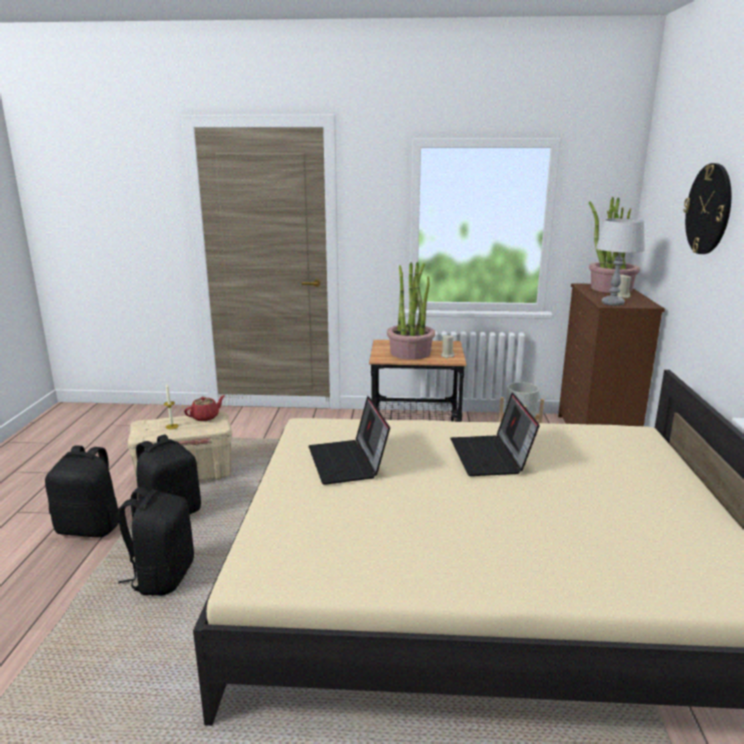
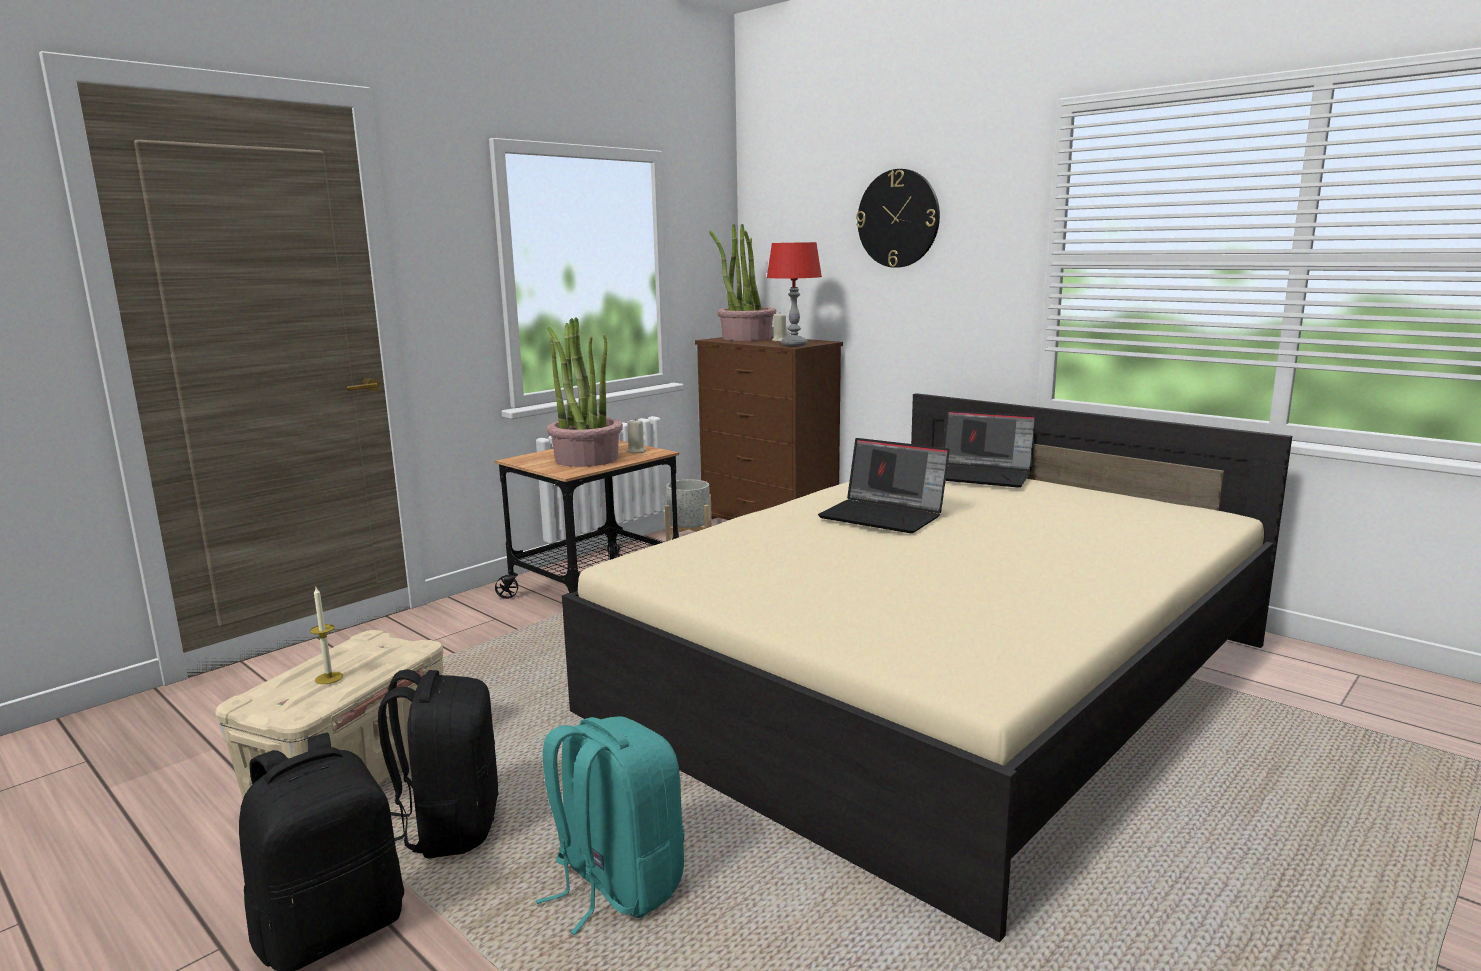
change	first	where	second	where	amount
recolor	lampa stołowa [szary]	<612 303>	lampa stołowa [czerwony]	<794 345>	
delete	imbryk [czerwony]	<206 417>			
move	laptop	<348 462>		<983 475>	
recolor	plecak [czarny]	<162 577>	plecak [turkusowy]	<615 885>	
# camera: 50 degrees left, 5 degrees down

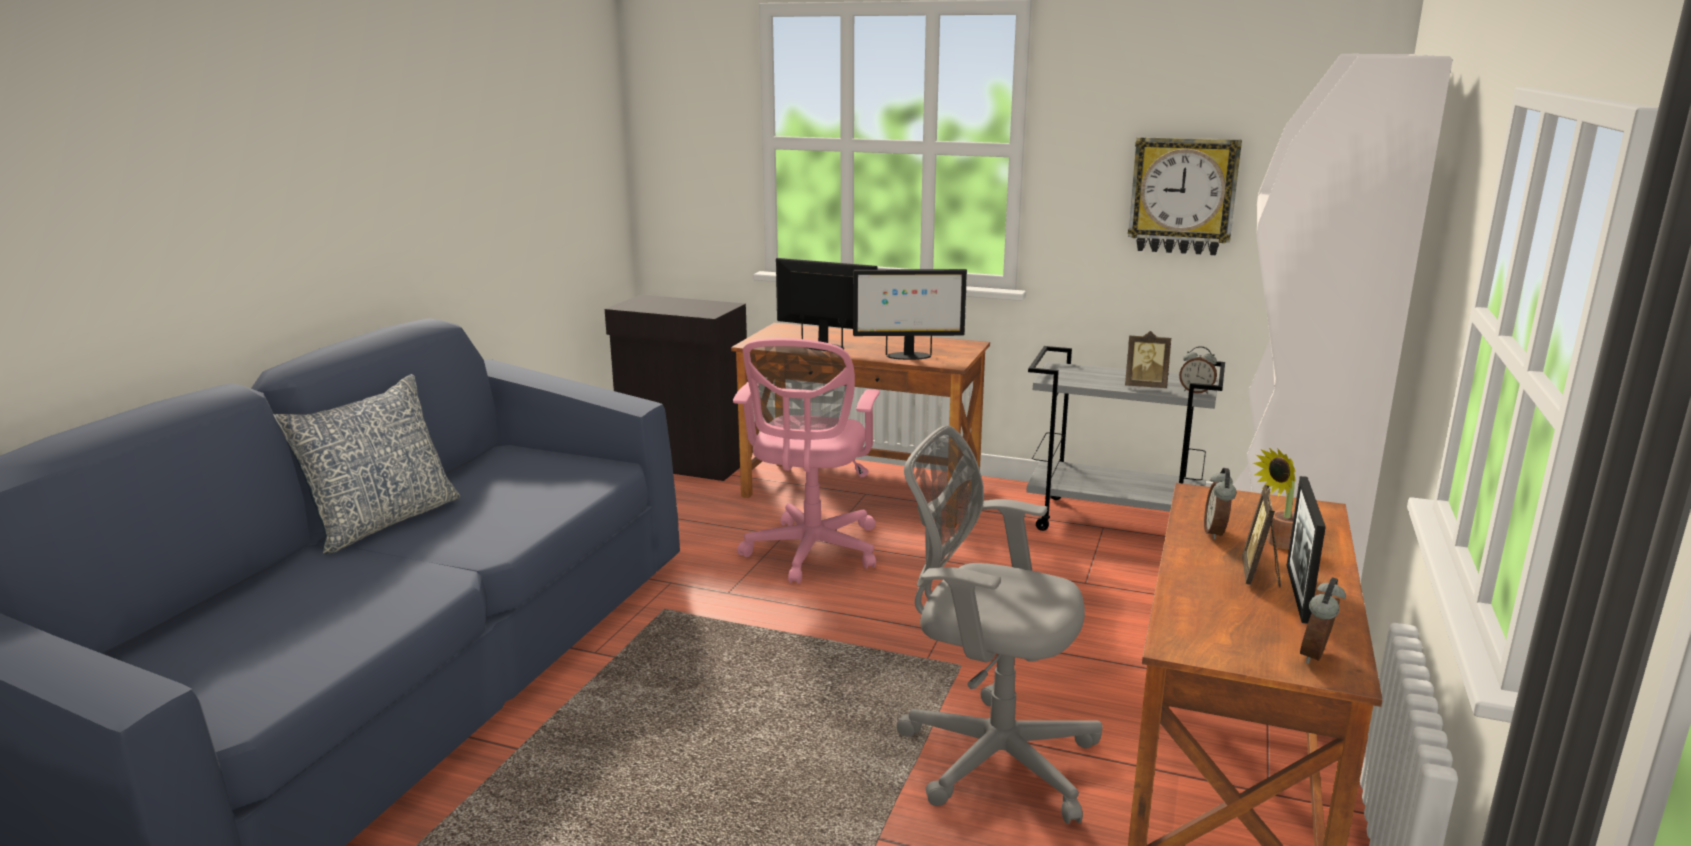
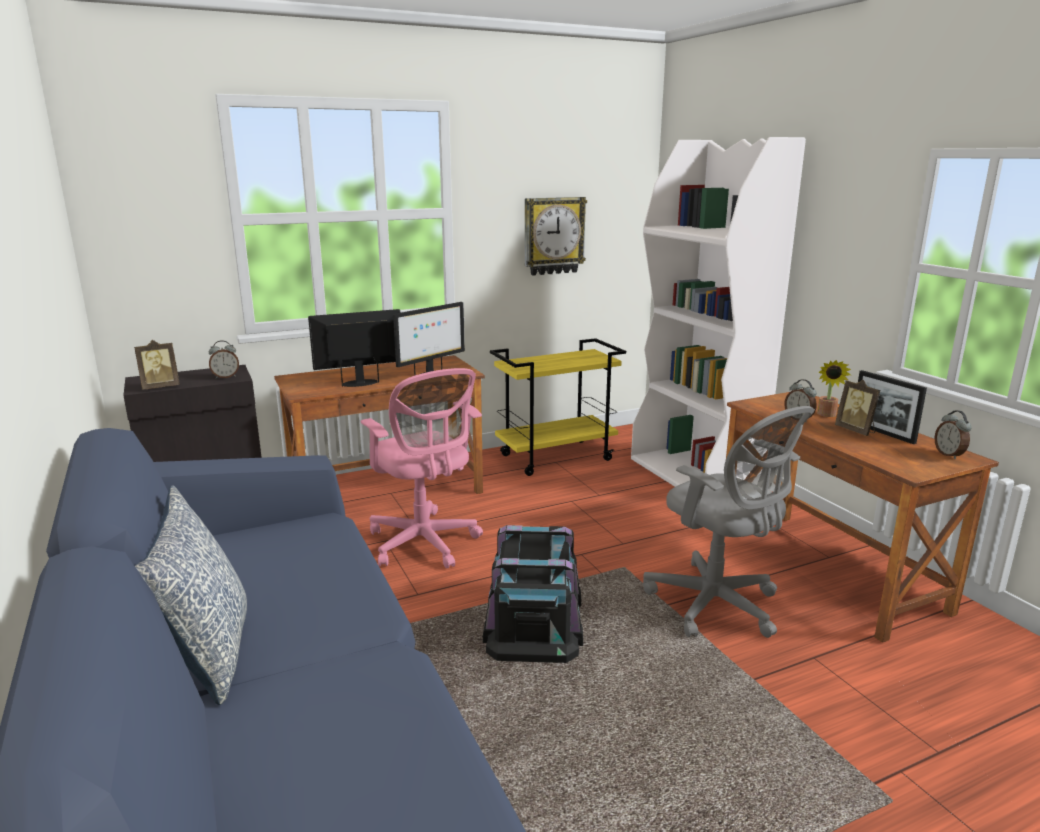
change	first	where	second	where	amount
move	ramka na zdjęcie	<1145 386>		<160 387>	
recolor	wózek [szary]	<1115 522>	wózek [żółty]	<556 457>	
move	budzik	<1196 391>		<225 377>	
rotate	krzesło biurowe [szary]	<990 755>		<717 605>	105 degrees counterclockwise
insert			pojemnik do przechowywania [czarny]	<534 620>	
# camera: 45 degrees left, 0 degrees up

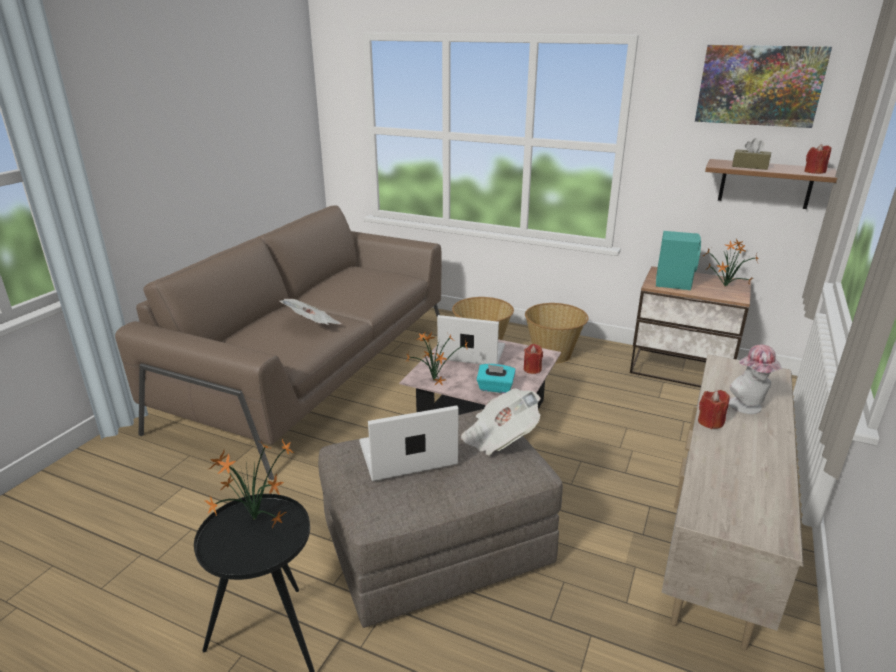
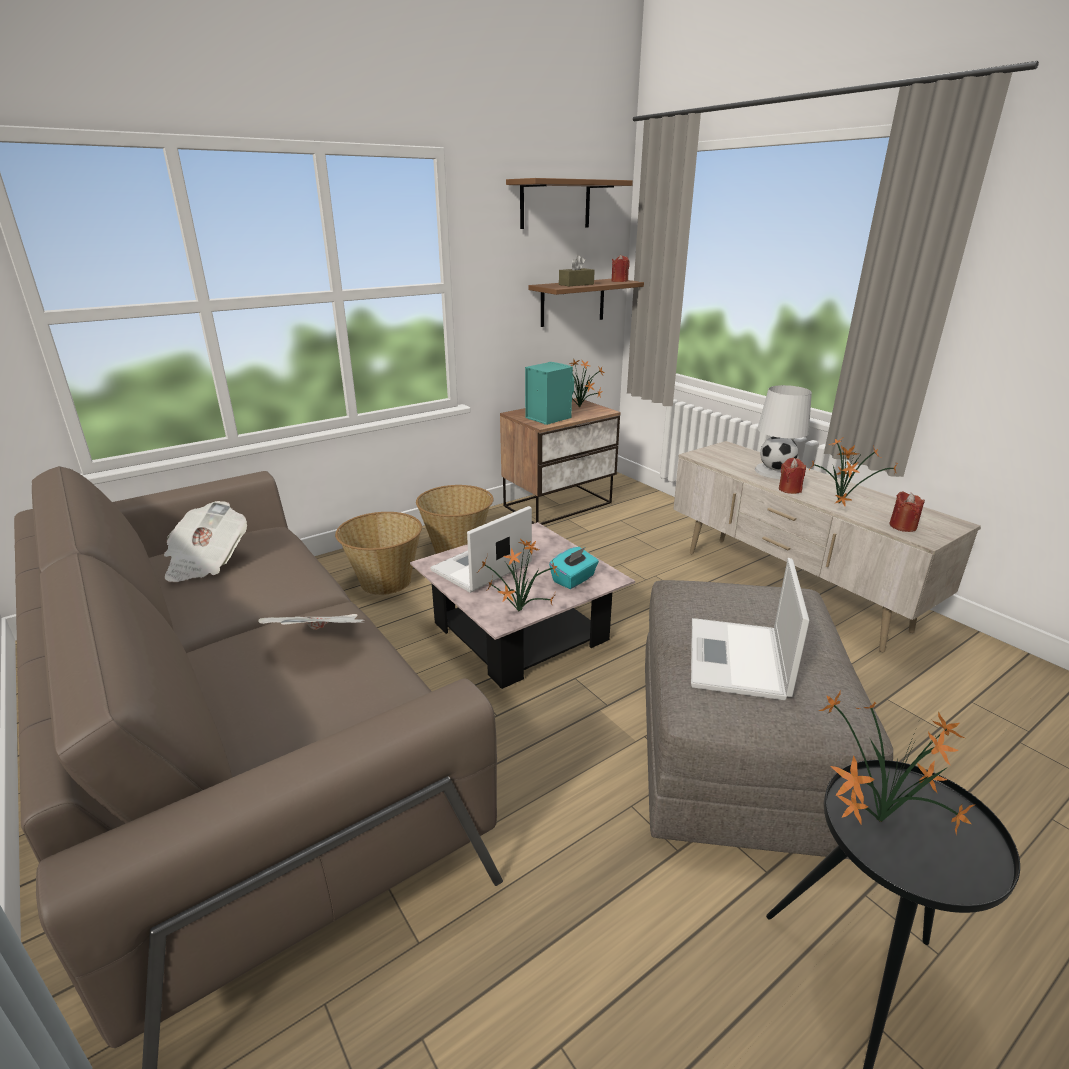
change	first	where	second	where	amount
replace	obraz	<759 85>	półka [brązowy]	<555 204>	
move	świeca [czerwony]	<532 369>		<902 526>	
replace	kapelusz	<748 407>	lampa stołowa [biały]	<775 471>	
move	gazeta	<499 437>		<206 562>	
insert			roślina doniczkowa	<839 503>	
# camera: 60 degrees left, 0 degrees up

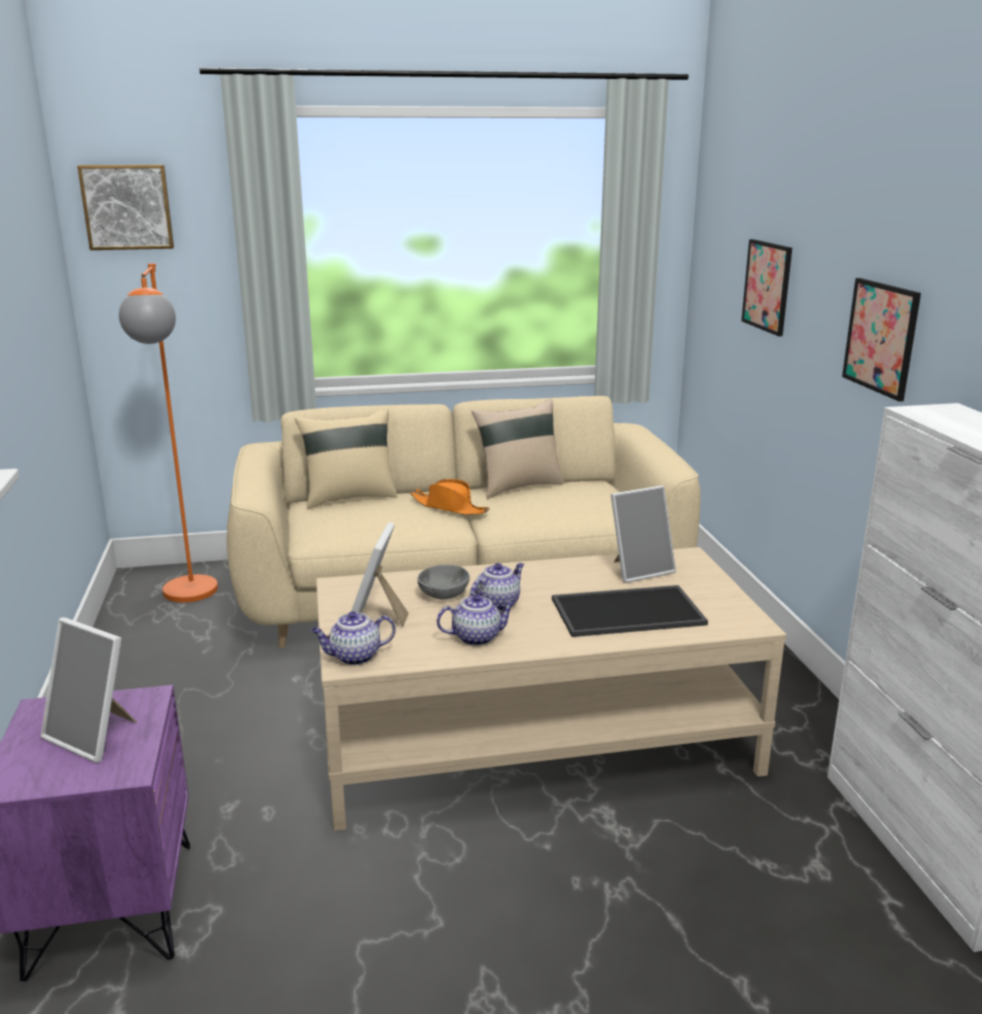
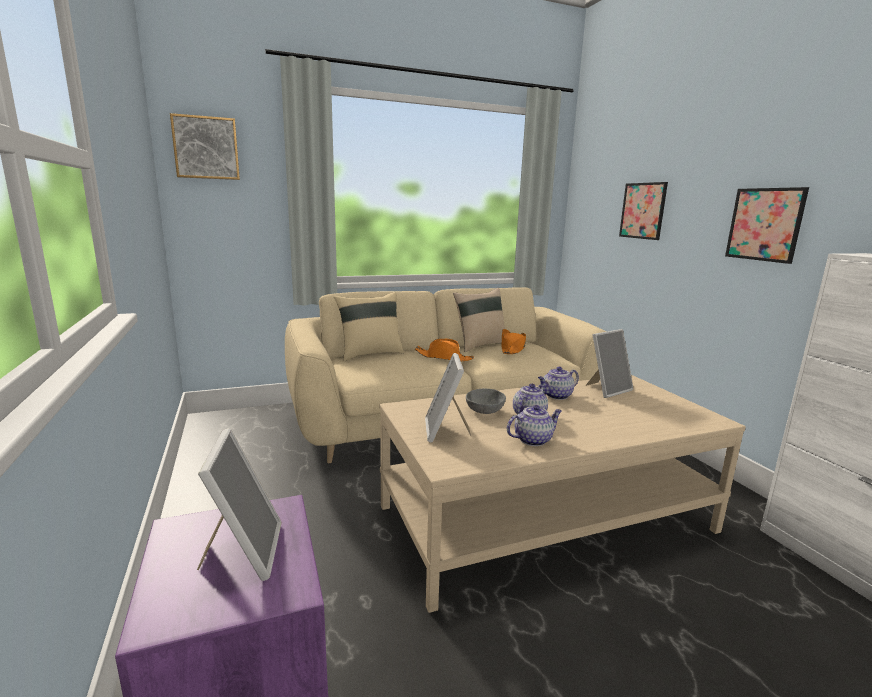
change	first	where	second	where	amount
delete	lampa stojąca [pomarańczowy]	<189 599>			
delete	taca	<628 610>			
move	imbryk	<354 657>		<556 396>	
rotate	ramka na zdjęcie	<95 736>		<243 553>	120 degrees counterclockwise
insert			kapelusz [pomarańczowy]	<512 349>	
# camera: 10 degrees left, 5 degrees down

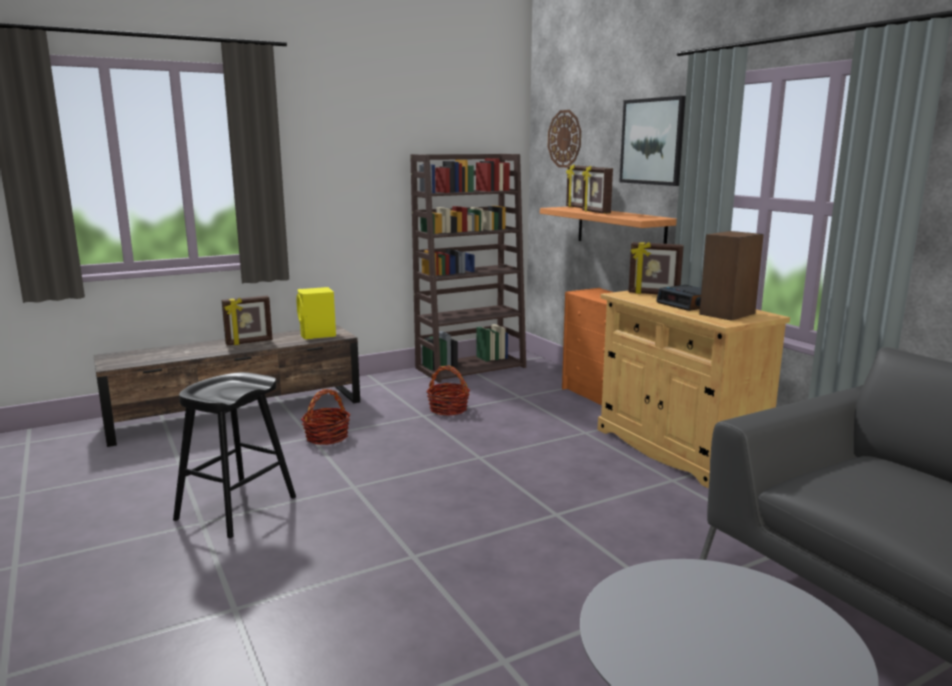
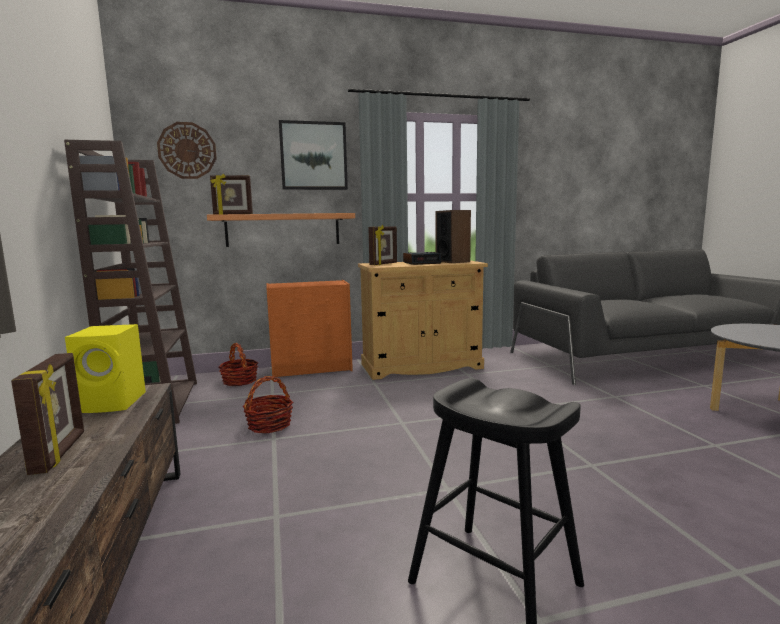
change	first	where	second	where	amount
delete	ramka na zdjęcie	<595 212>			
move	koszyk	<327 437>		<239 381>	
# camera: 75 degrees left, 5 degrees down

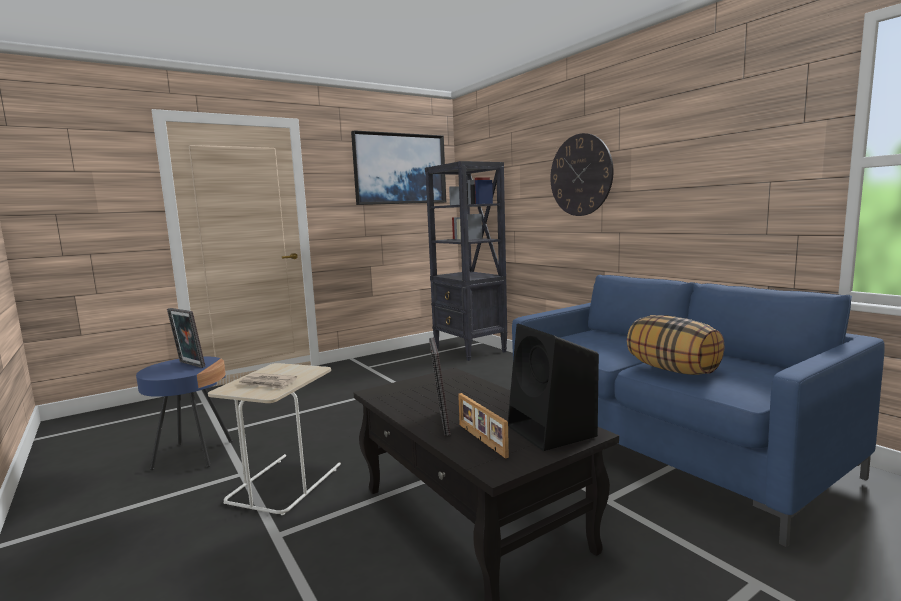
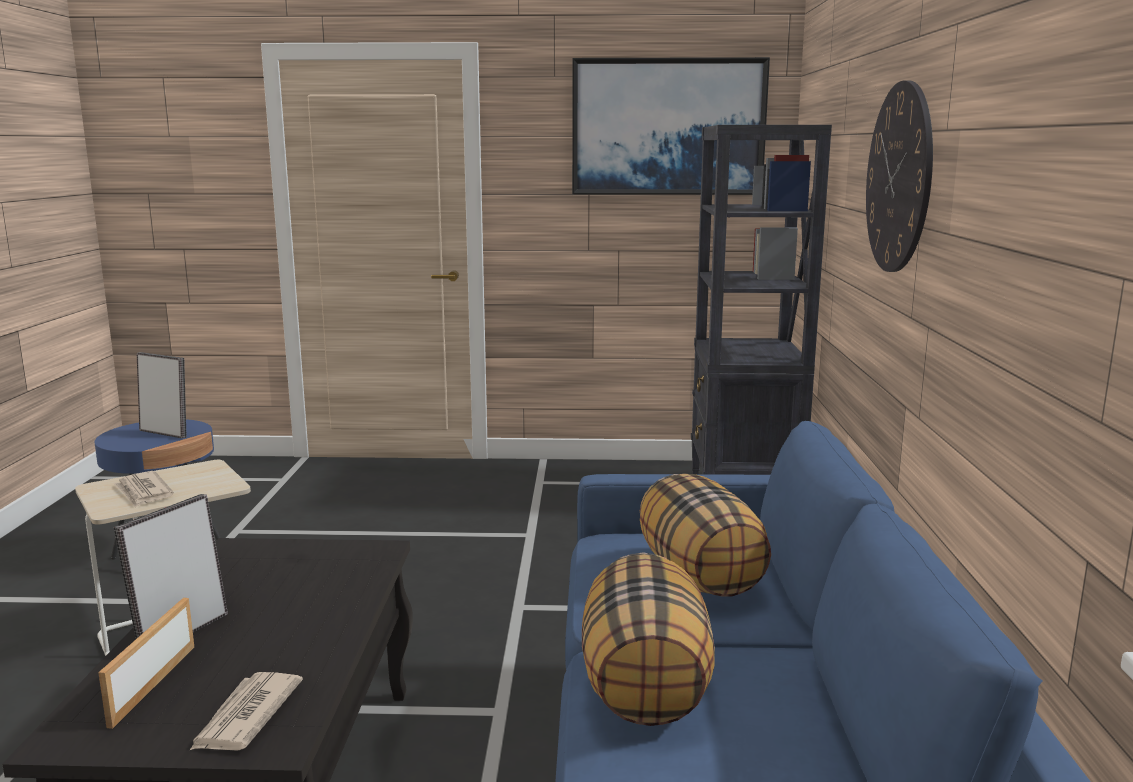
change	first	where	second	where	amount
rotate	ramka na zdjęcie	<189 365>		<166 433>	135 degrees clockwise
replace	głośnik [czarny]	<553 432>	gazeta	<246 716>	
insert			poduszka	<701 576>	
# camera: 35 degrees right, 5 degrees up

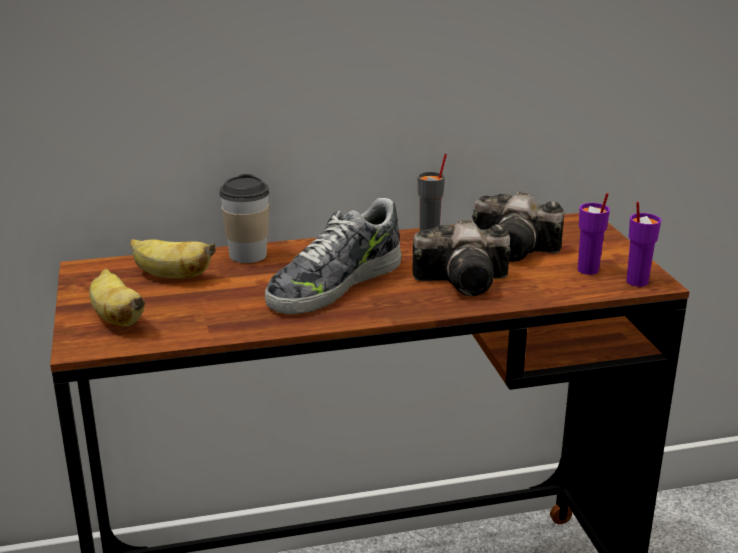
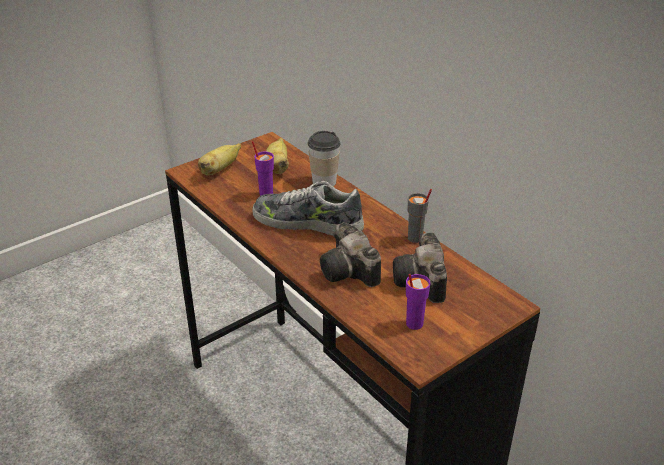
change	first	where	second	where	amount
move	filiżanka [fioletowy]	<636 282>		<266 193>	
# camera: 65 degrees right, 10 degrees up

